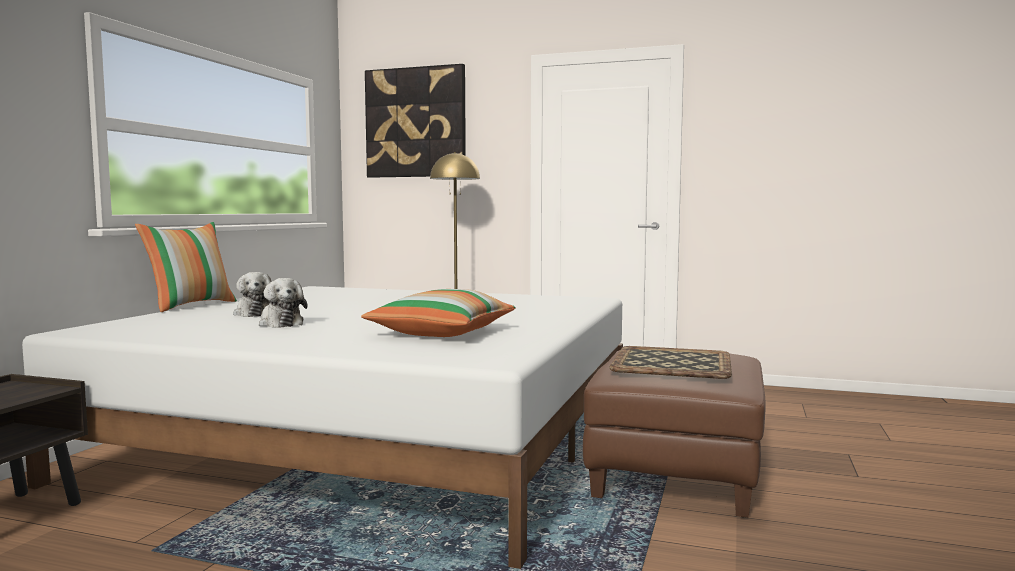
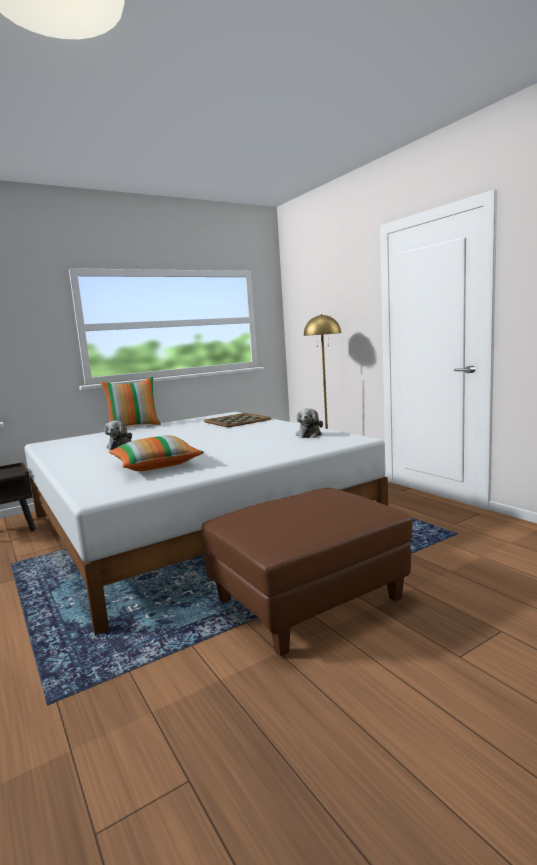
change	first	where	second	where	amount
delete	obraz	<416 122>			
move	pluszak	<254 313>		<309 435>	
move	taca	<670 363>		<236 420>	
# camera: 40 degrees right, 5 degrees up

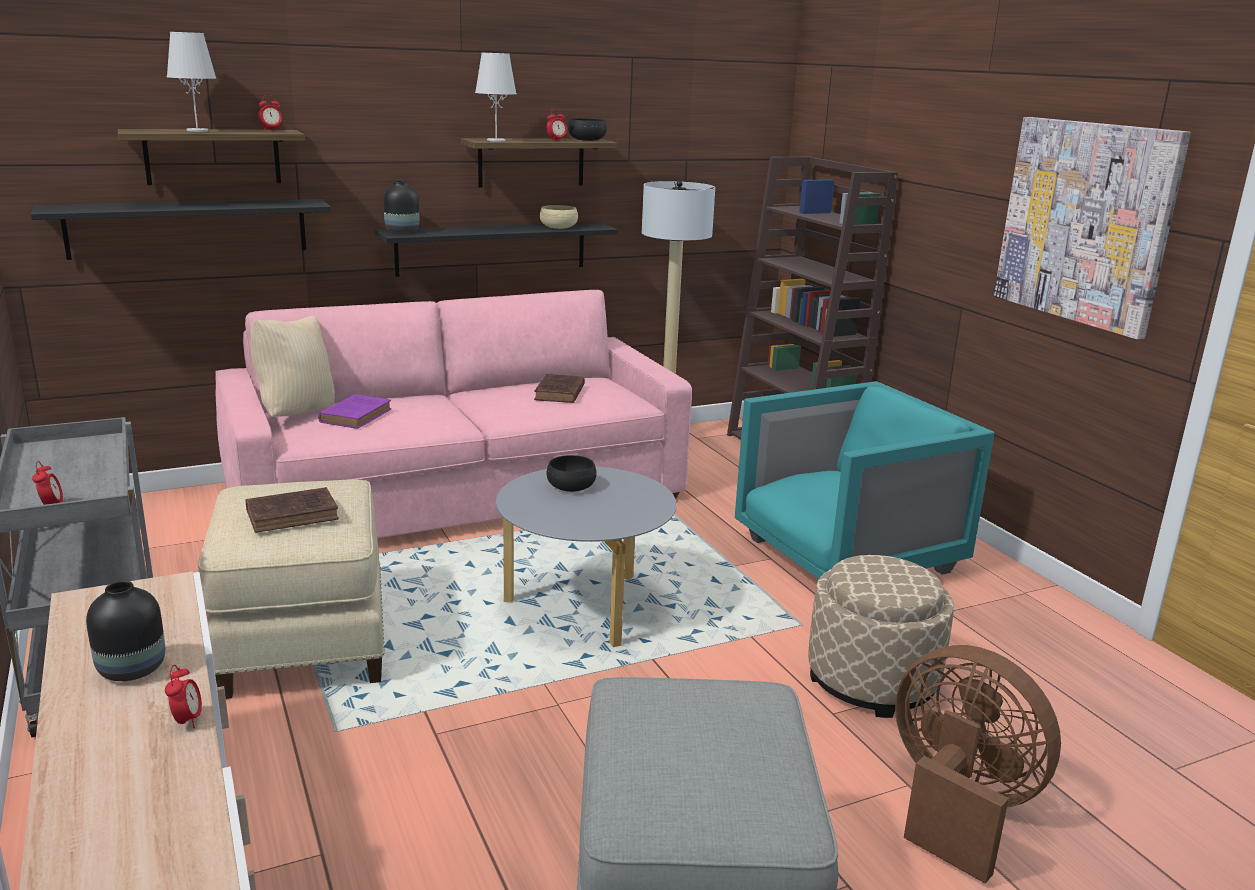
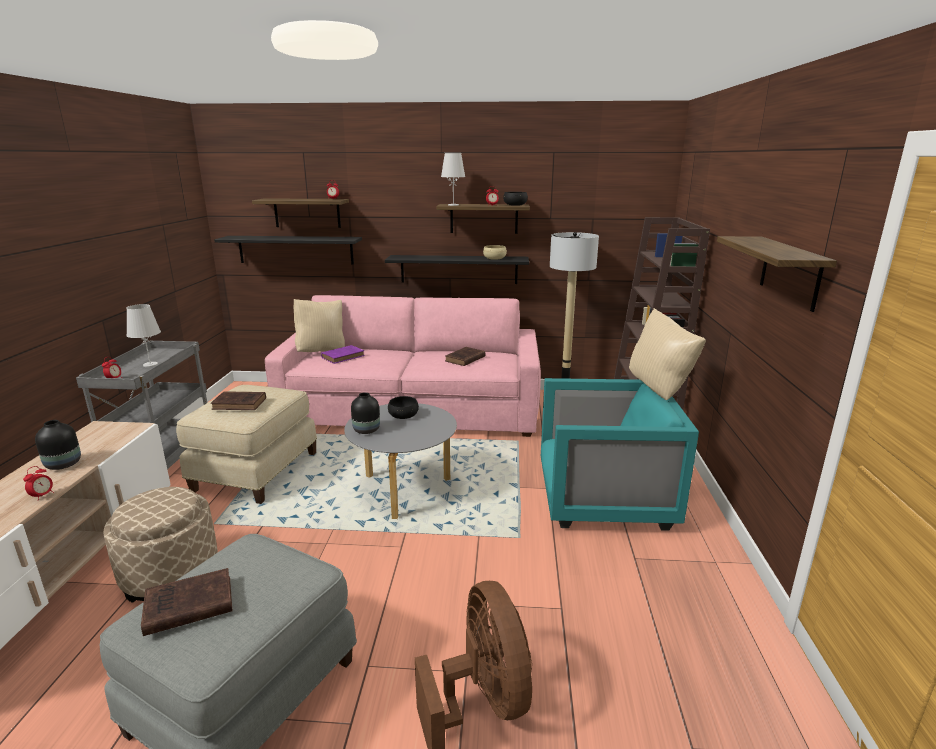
change	first	where	second	where	amount
move	lampa stołowa [biały]	<197 130>		<150 364>	
replace	obraz	<1085 222>	półka	<790 272>	
move	wazon [czarny]	<402 231>		<366 430>	
move	pufa [beżowy]	<871 680>		<171 574>	
insert			poduszka [beżowy]	<660 389>	
insert			książka [brązowy]	<186 606>	
# camera: 30 degrees right, 0 degrees up

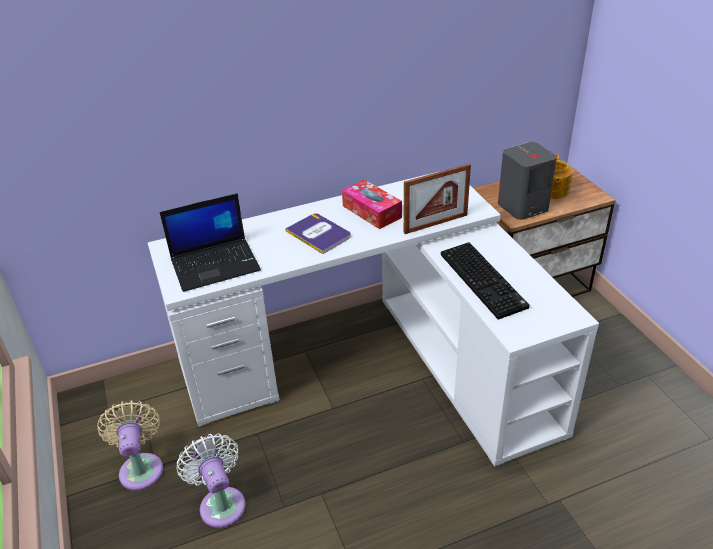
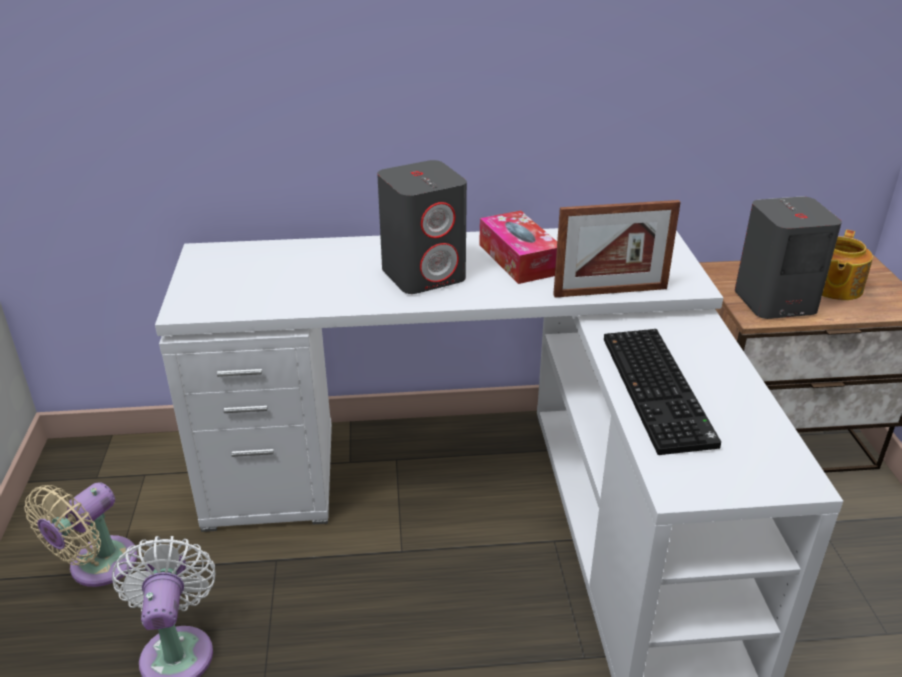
change	first	where	second	where	amount
delete	laptop	<216 264>			
replace	książka	<319 234>	głośnik [szary]	<424 274>	
rotate	wentylator [beżowy]	<141 467>		<97 567>	150 degrees counterclockwise
# camera: 15 degrees right, 5 degrees down

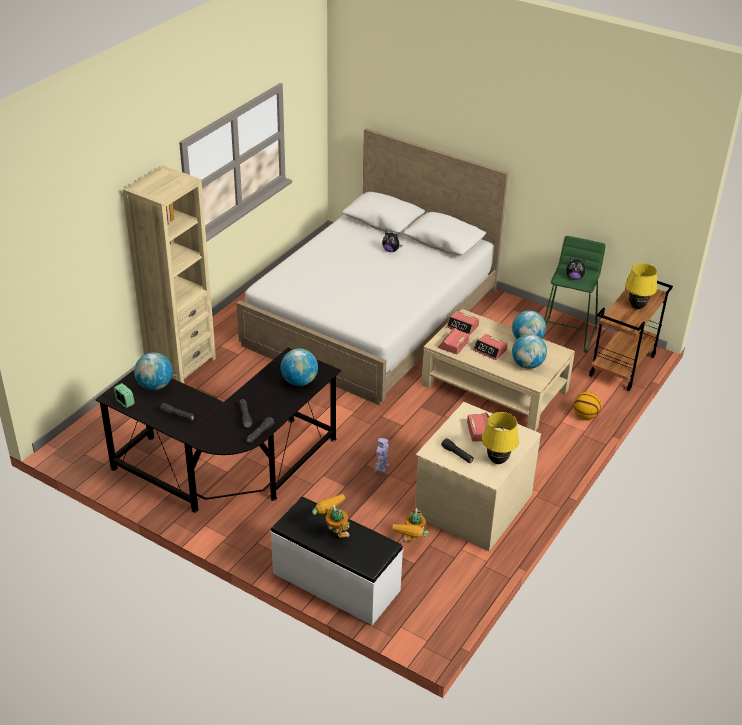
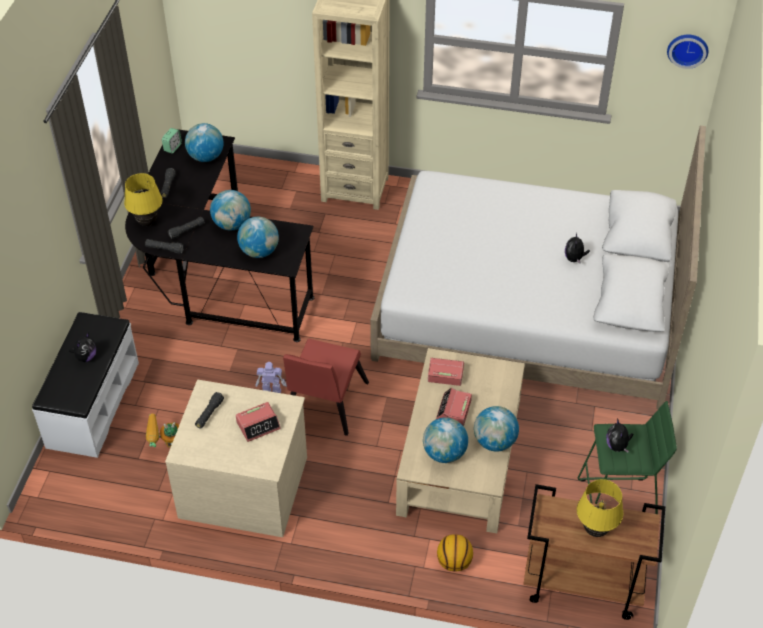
change	first	where	second	where	amount
delete	budzik	<462 326>			
move	lampa stołowa [żółty]	<497 461>		<147 223>	
replace	robot zabawkowy	<333 531>	pluszak	<86 357>	
insert			zegar ścienny	<687 49>	
insert			globus	<232 224>	
insert			krzesło [czerwony]	<324 406>	
# camera: 70 degrees right, 10 degrees up

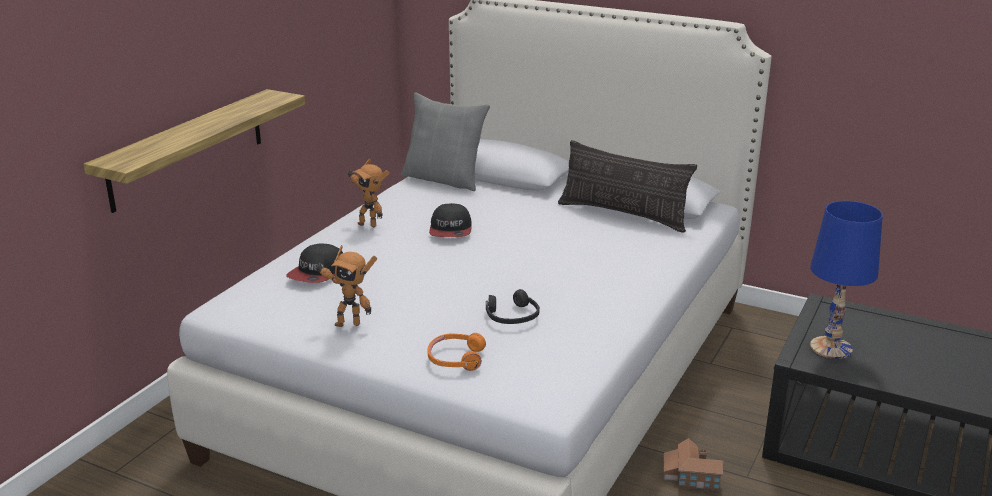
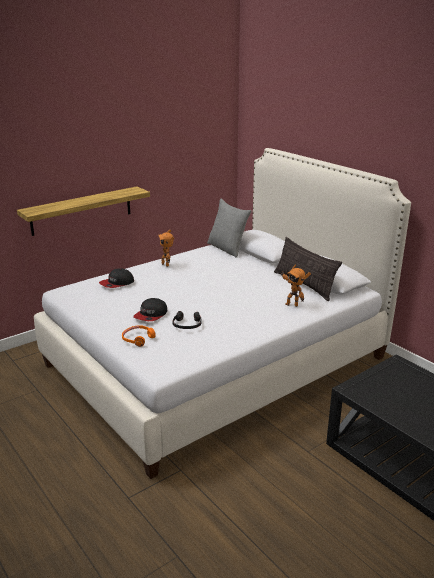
change	first	where	second	where	amount
delete	lampa stołowa [niebieski]	<831 348>			
move	czapka z daszkiem	<451 230>		<151 315>	
move	robot zabawkowy	<348 323>		<292 304>	
delete	domek	<690 476>			
# camera: 25 degrees right, 0 degrees up

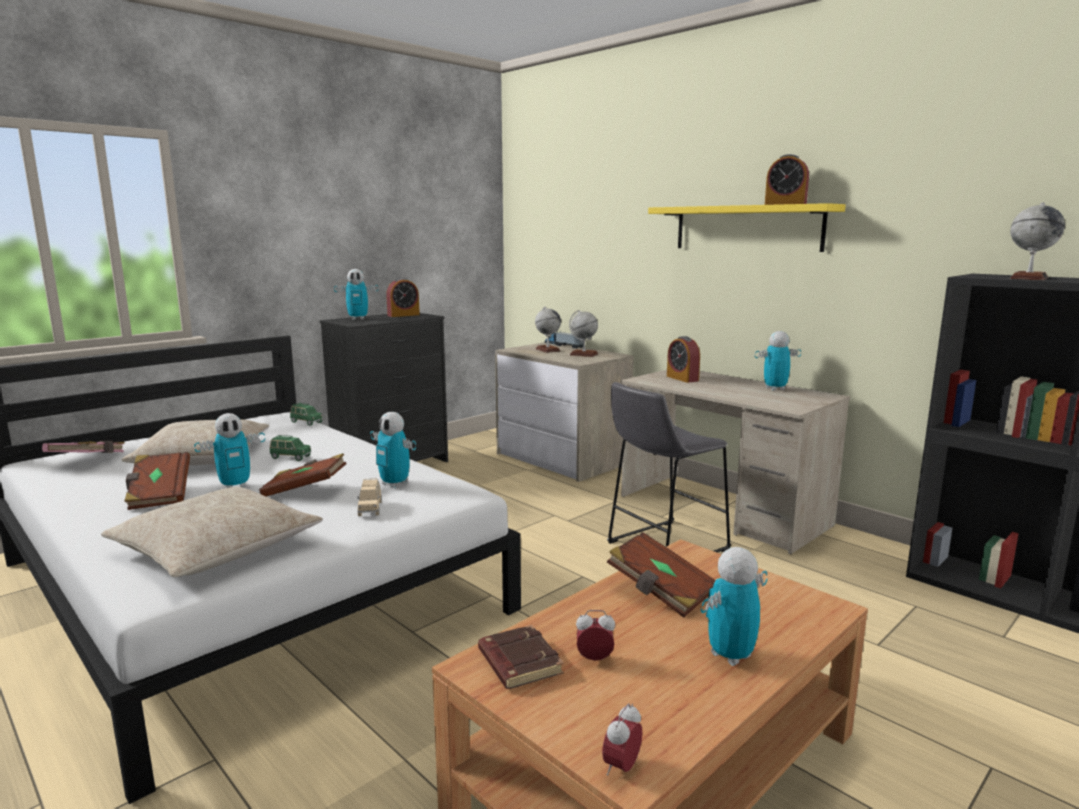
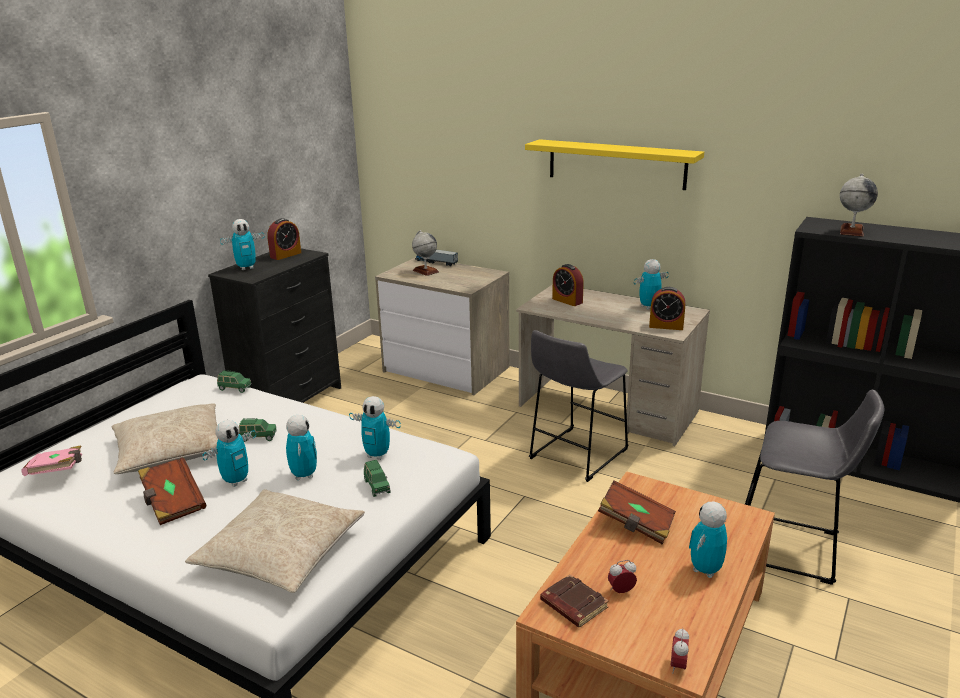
change	first	where	second	where	amount
move	budzik	<785 204>		<666 326>	
delete	globus	<583 354>			
replace	książka [brązowy]	<305 490>	robot zabawkowy	<304 475>	
recolor	samochodzik [beżowy]	<370 508>	samochodzik [zielony]	<377 486>	
insert			stołek [szary]	<792 549>	
# camera: 15 degrees left, 10 degrees up

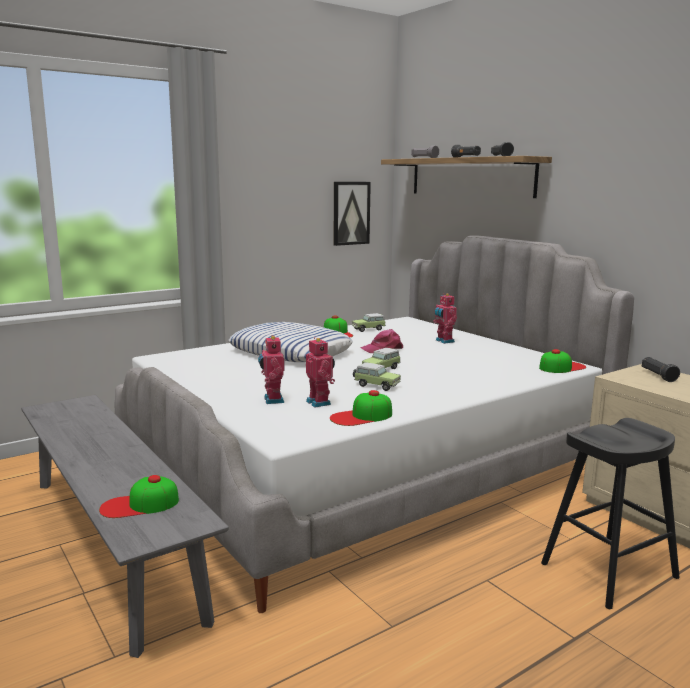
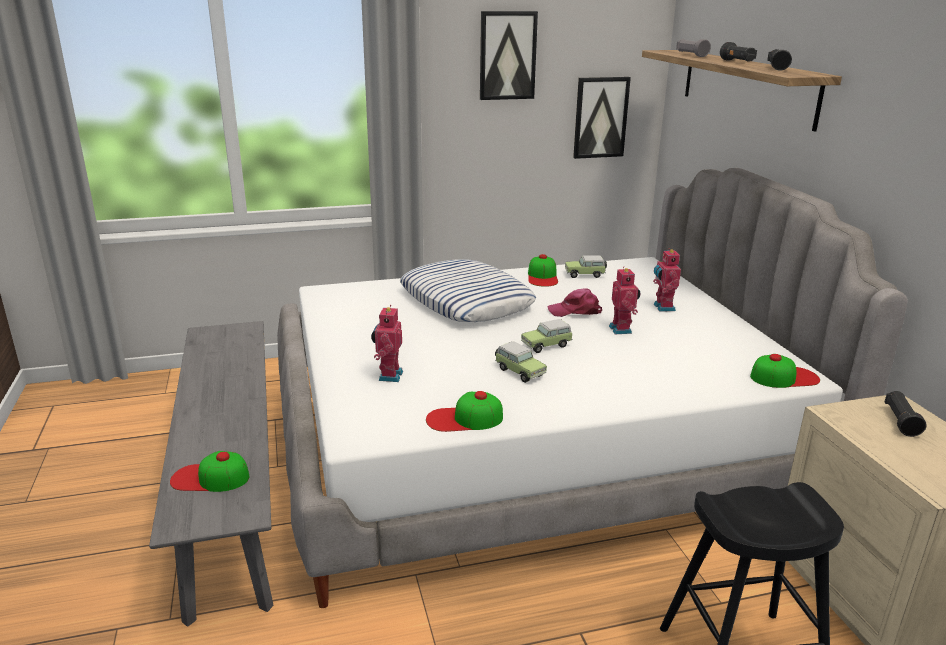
change	first	where	second	where	amount
move	robot zabawkowy	<320 402>		<622 329>	
insert			obraz	<507 55>	
# camera: 20 degrees right, 10 degrees up

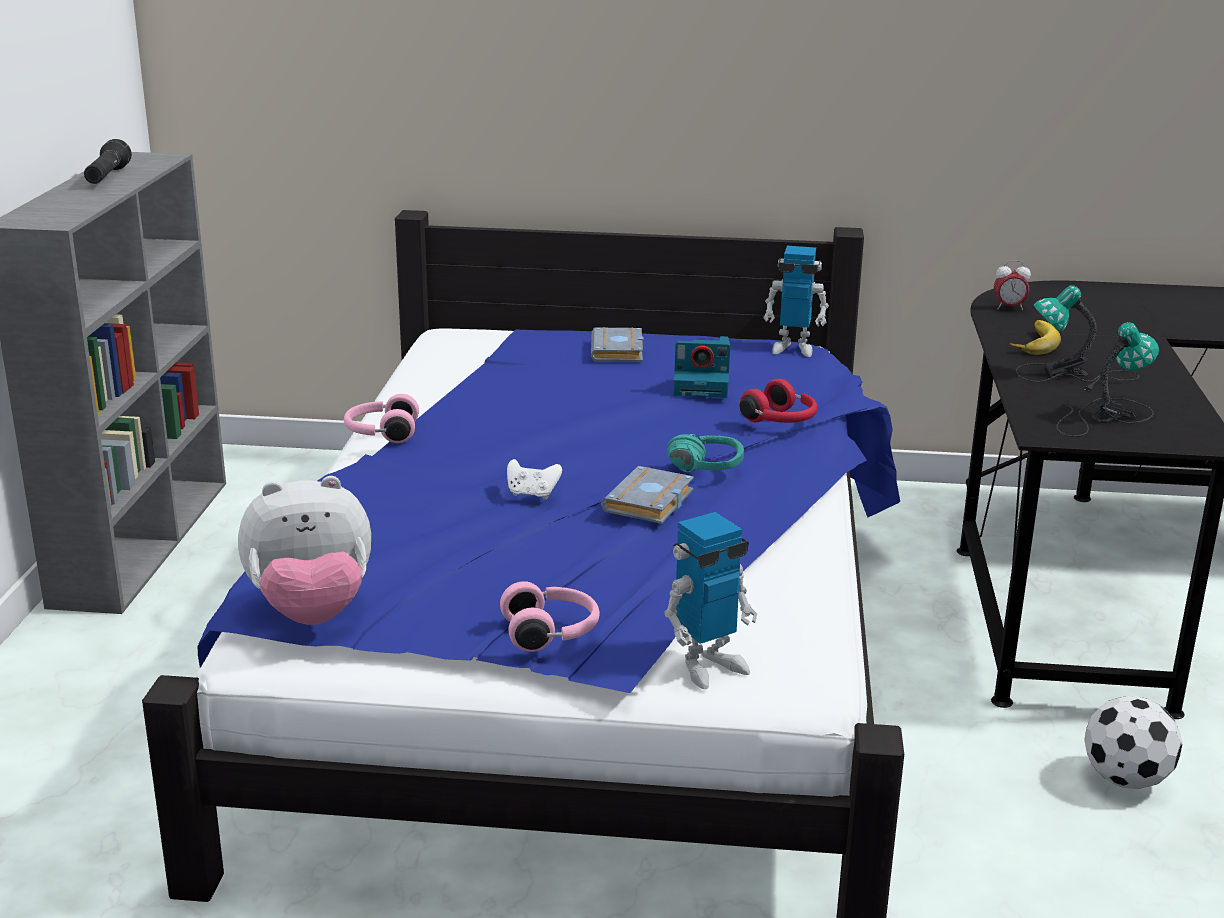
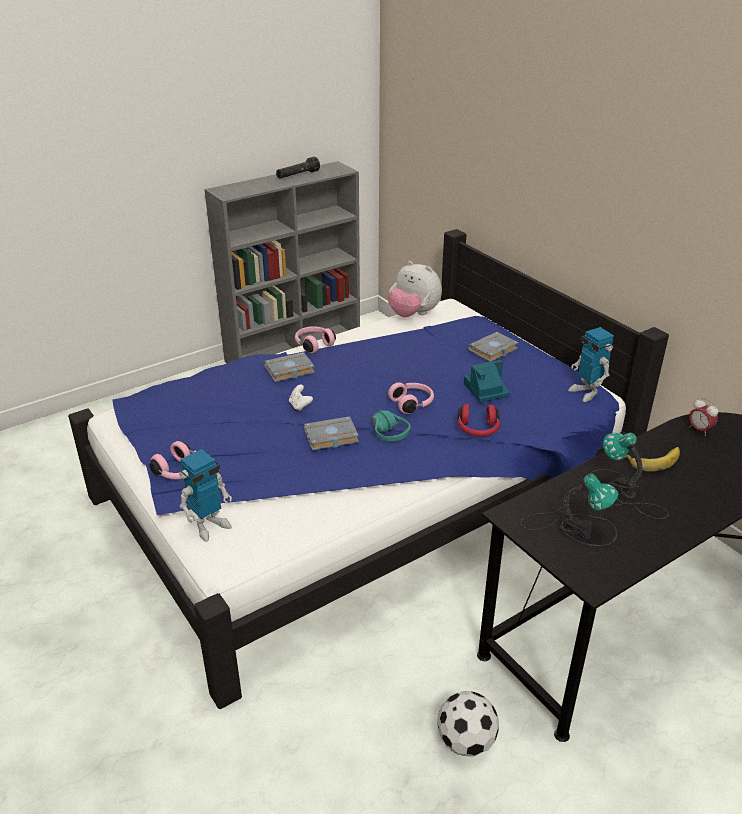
change	first	where	second	where	amount
rotate	aparat fotograficzny	<703 385>		<485 390>	105 degrees clockwise
move	pluszak	<311 612>		<413 314>	
rotate	robot zabawkowy	<708 666>		<209 526>	60 degrees counterclockwise
insert			książka [szary]	<289 371>	
insert			słuchawki [różowy]	<412 403>	
# camera: 50 degrees right, 10 degrees up

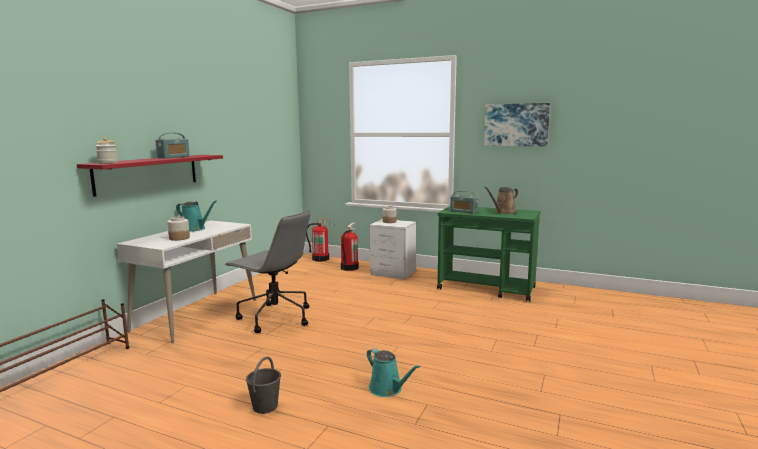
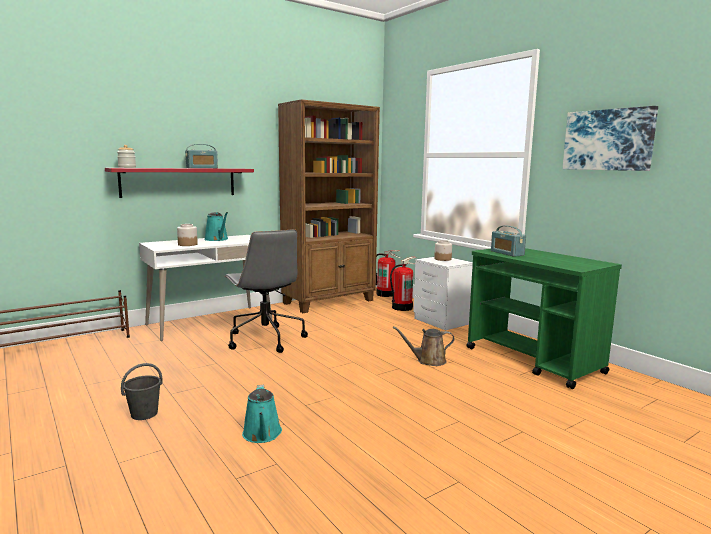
change	first	where	second	where	amount
move	konewka [brązowy]	<503 212>		<428 361>	
insert			regał [brązowy]	<329 302>	
# camera: 30 degrees right, 0 degrees up

